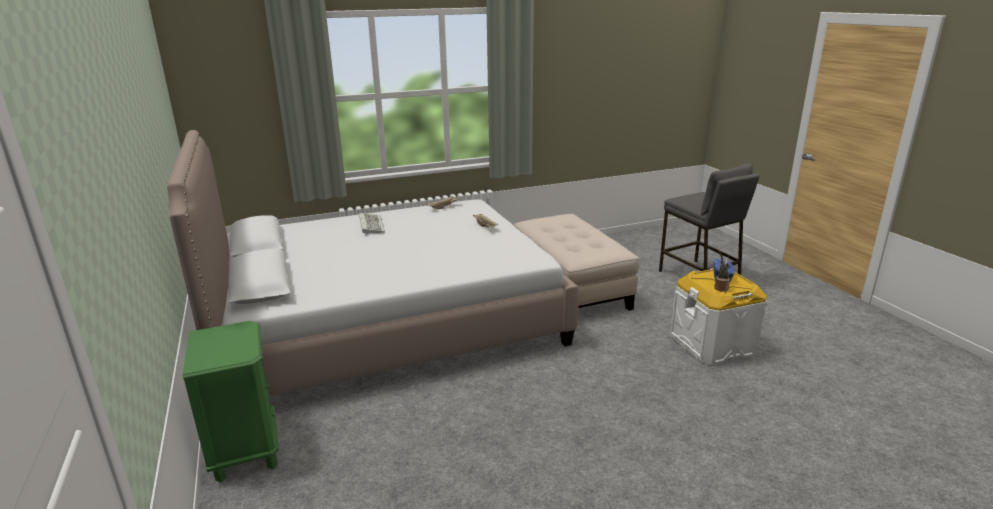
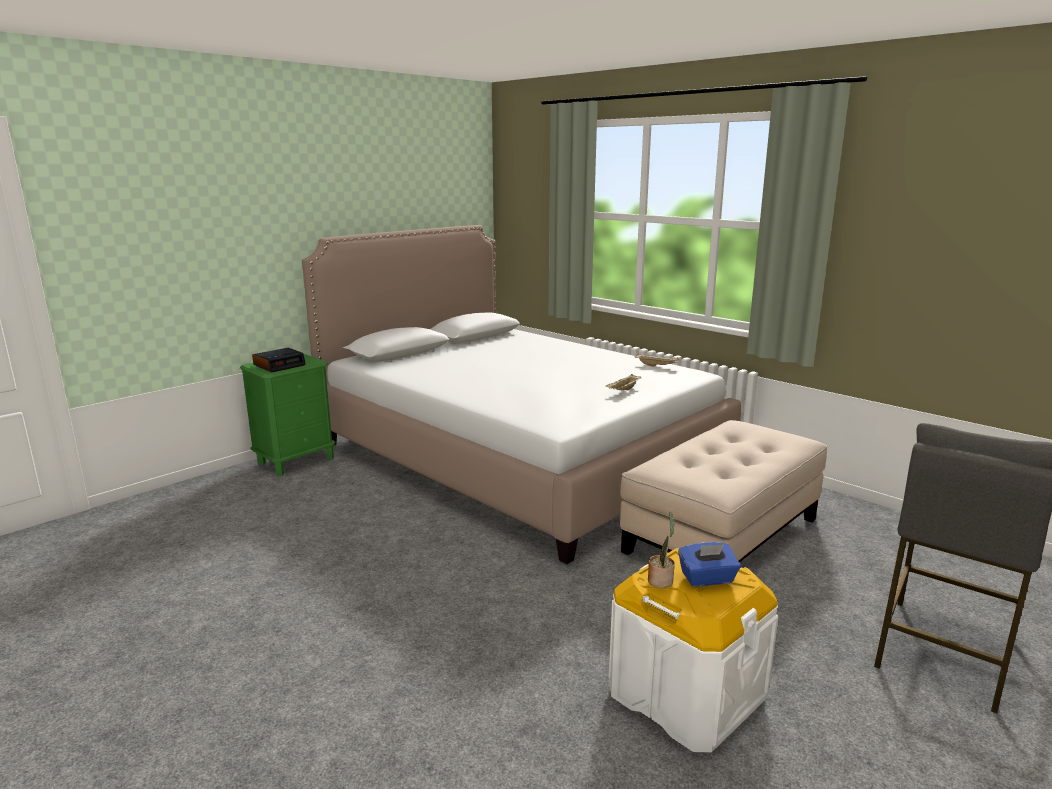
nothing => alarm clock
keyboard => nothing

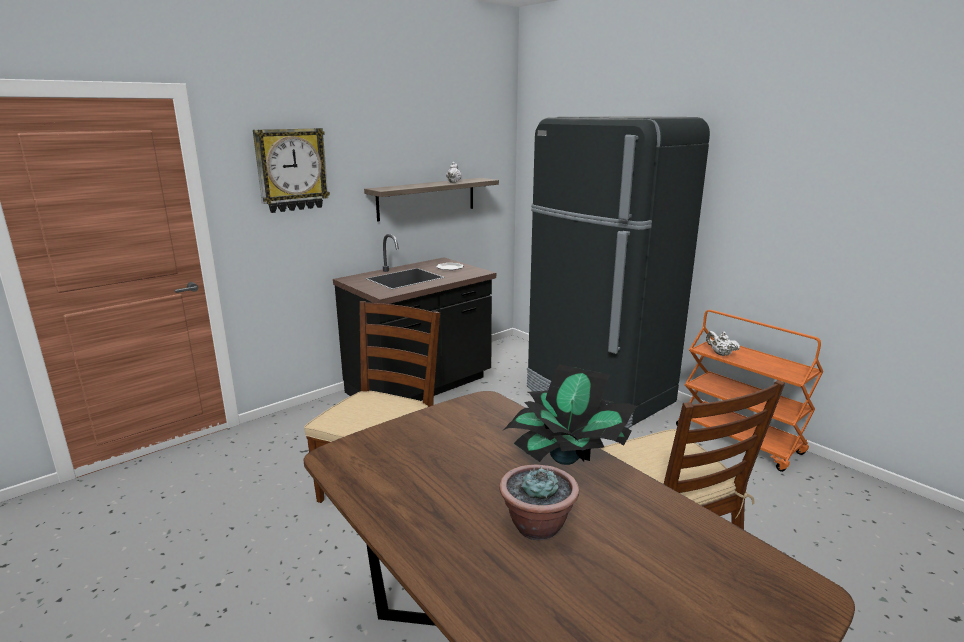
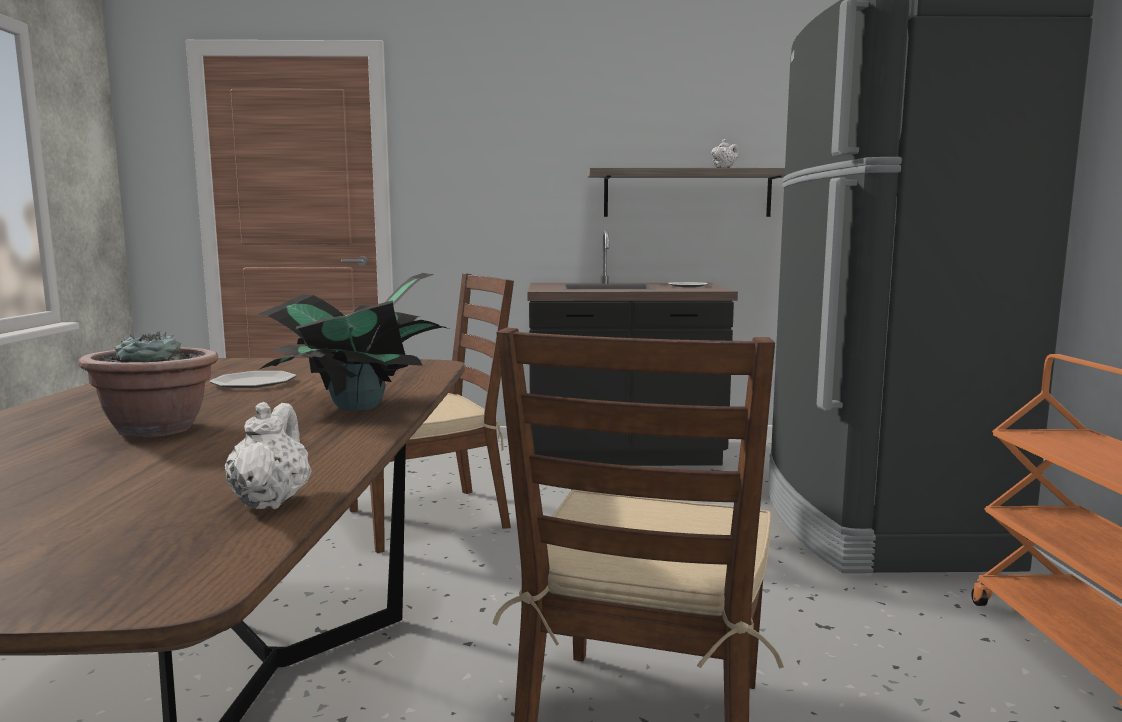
nothing => plate (1st from left)
teapot/white (2nd from left in the first image) => teapot/white (1st from left), move
wall clock => nothing

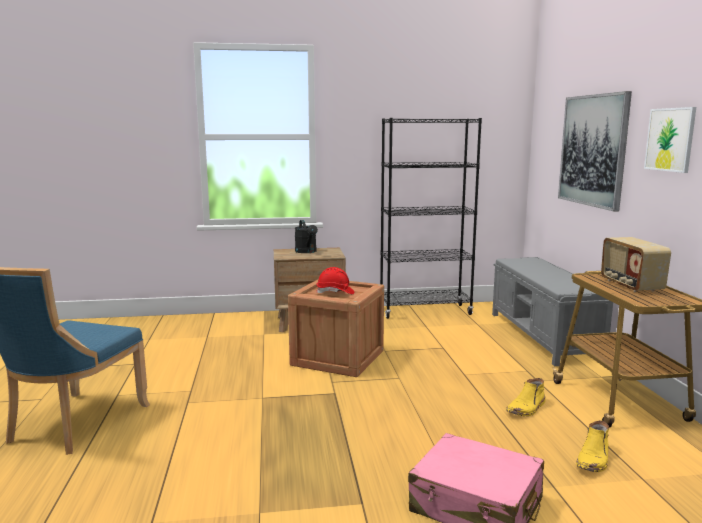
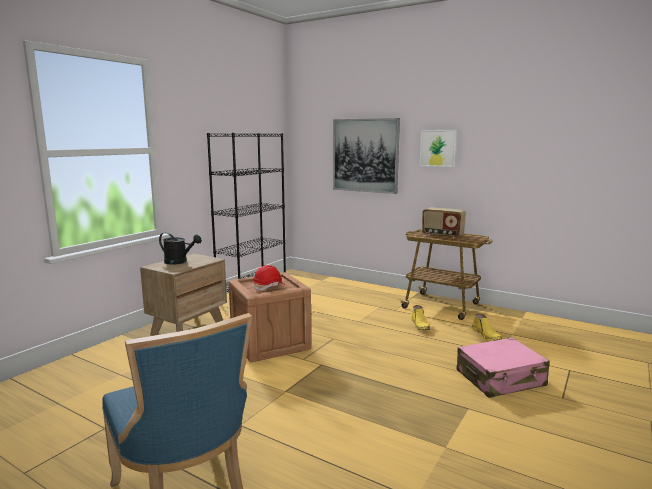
bench/grey => nothing

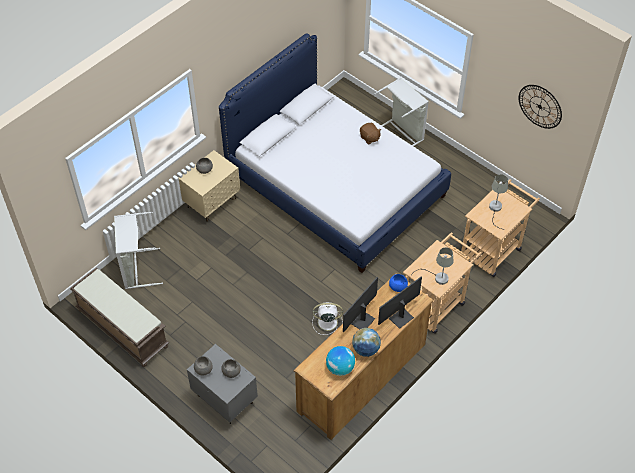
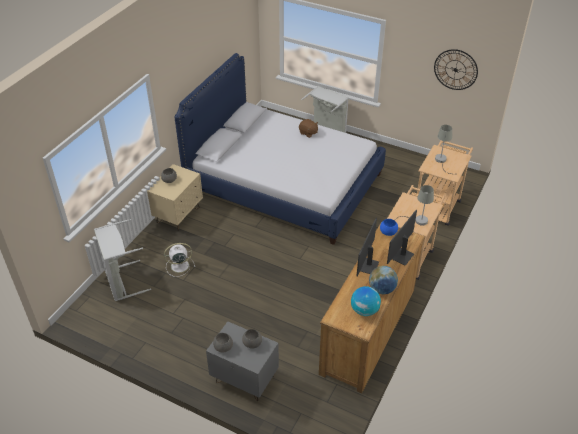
fan/white, move
bench/brown => nothing

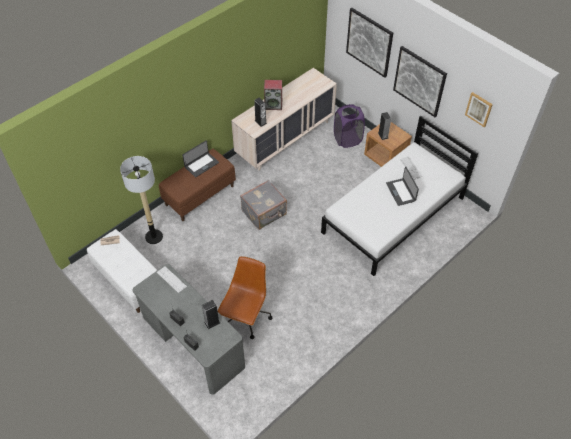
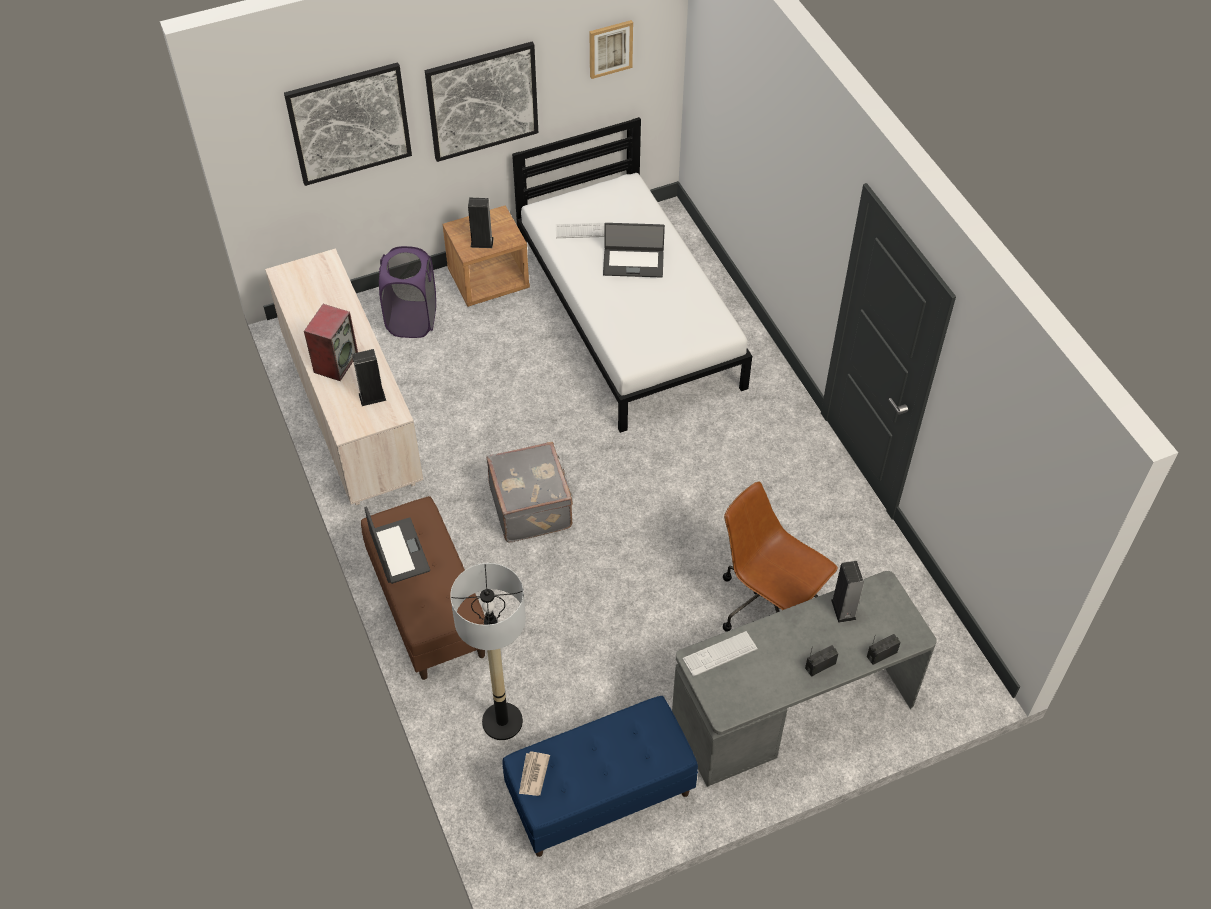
bench/white => bench/blue

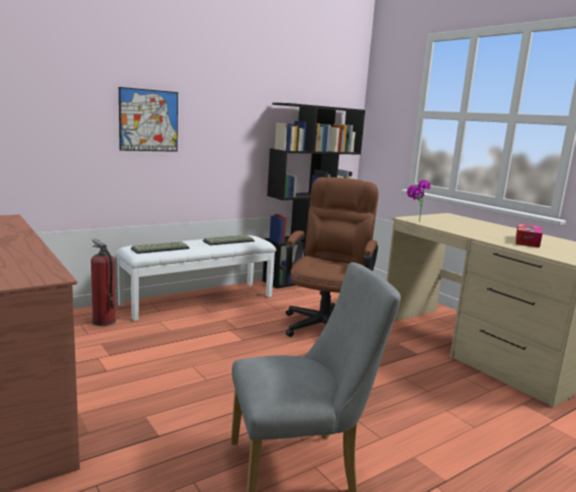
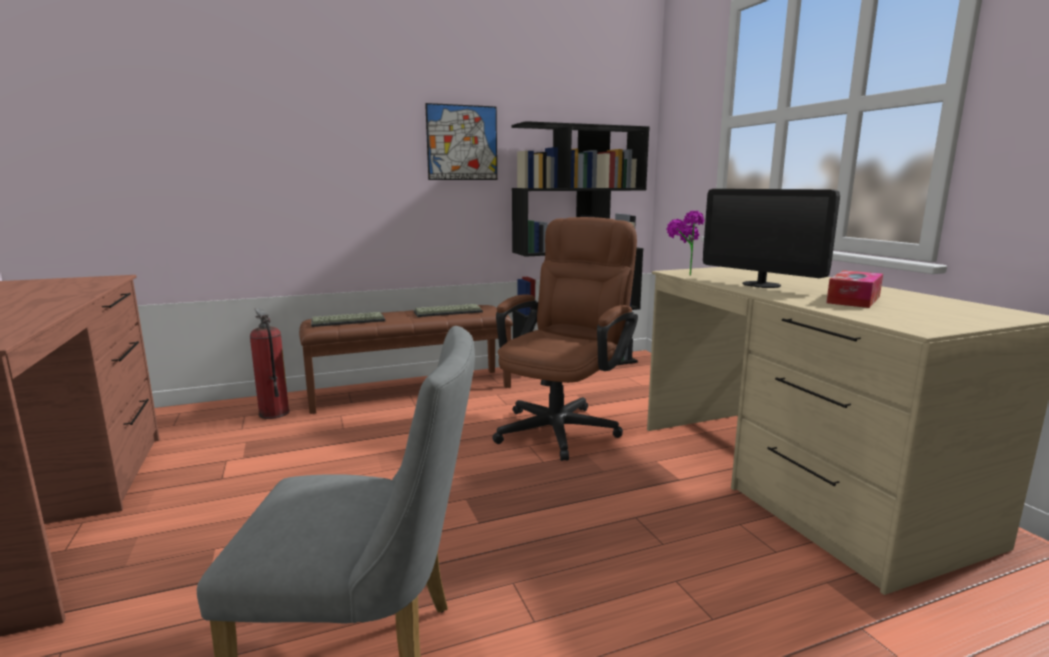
bench/white => bench/brown
picture, move
nothing => monitor

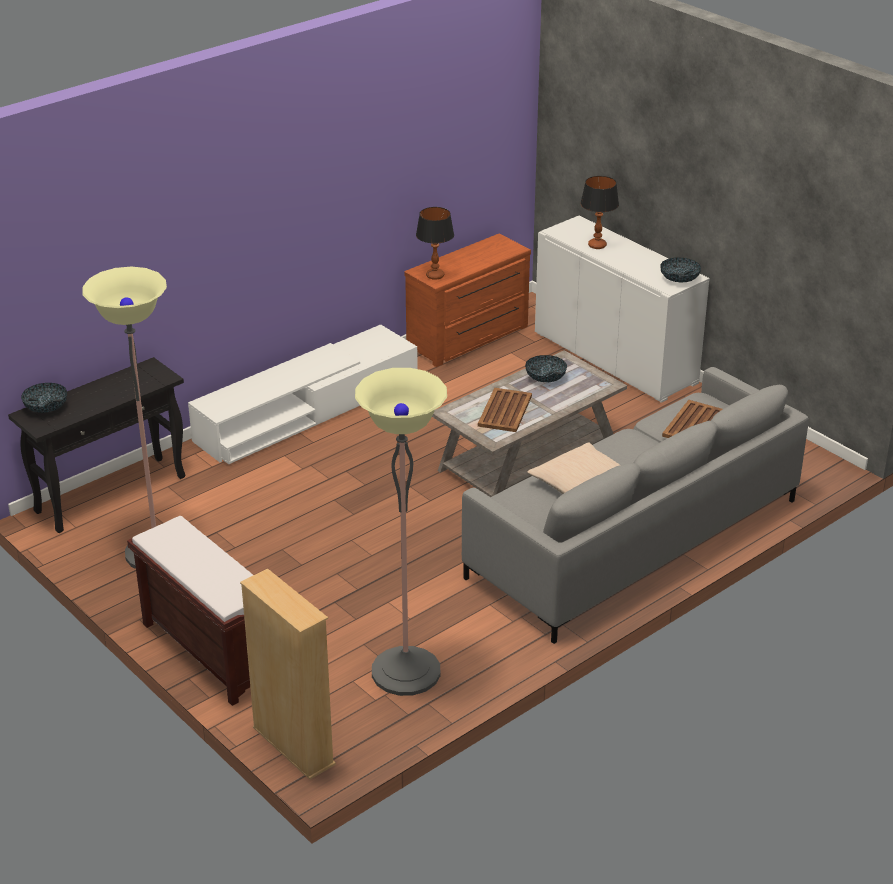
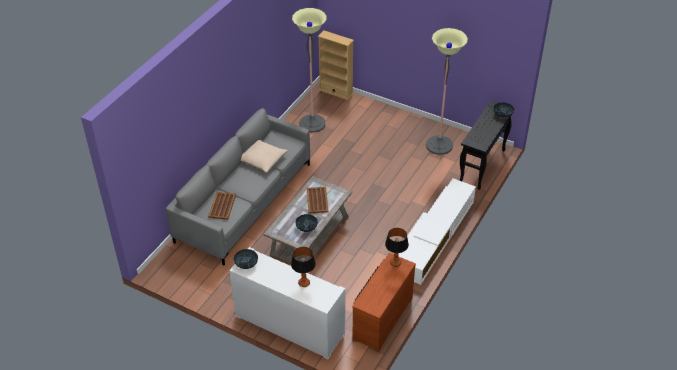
bench/brown => nothing

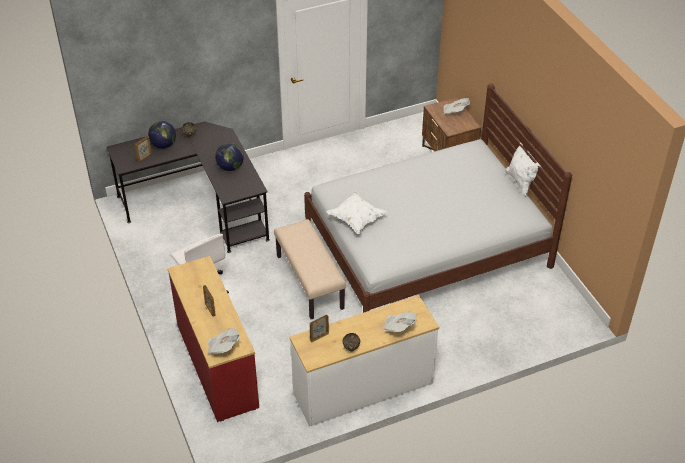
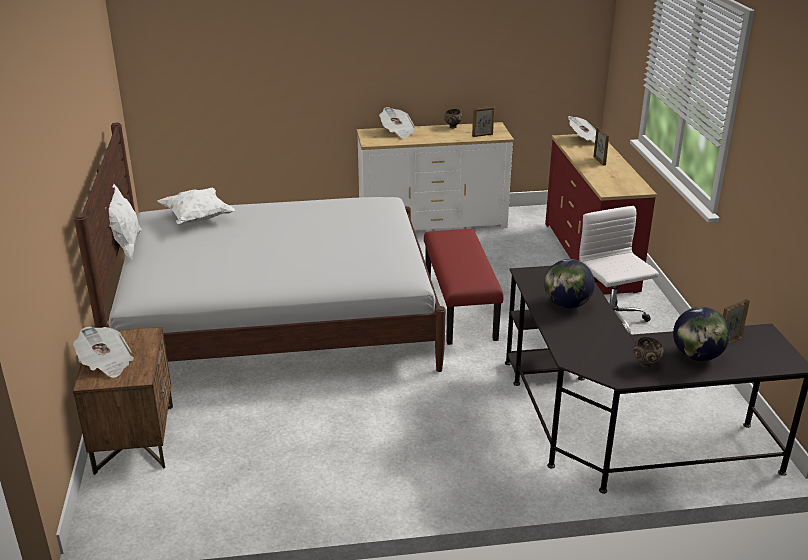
pillow/white (1st from left in the first image) => pillow/white (2nd from left), move
bench/beige => bench/red

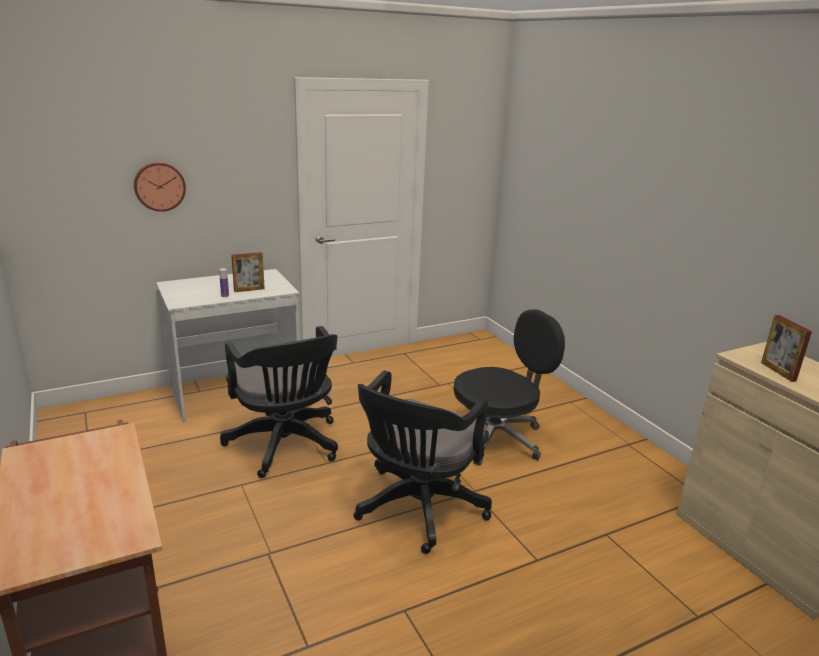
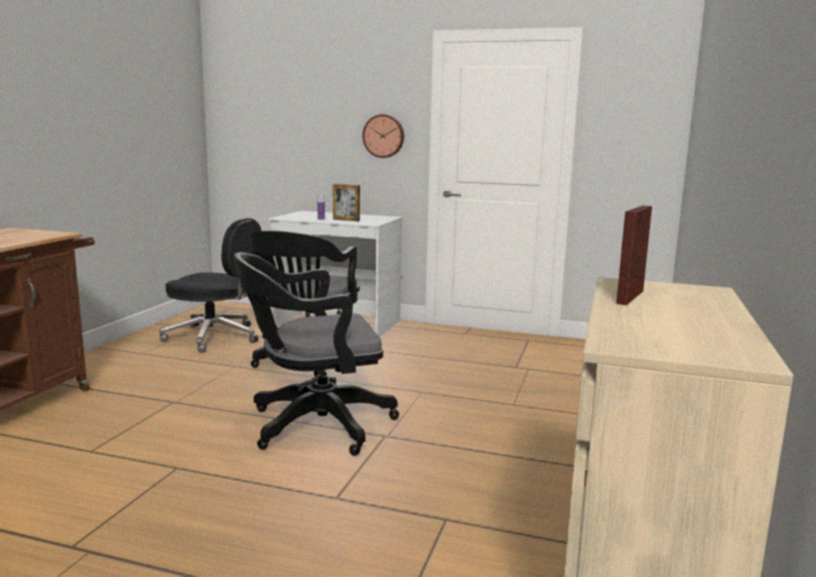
office chair/black (3rd from left in the first image) => office chair/black (1st from left), move
wall clock, move

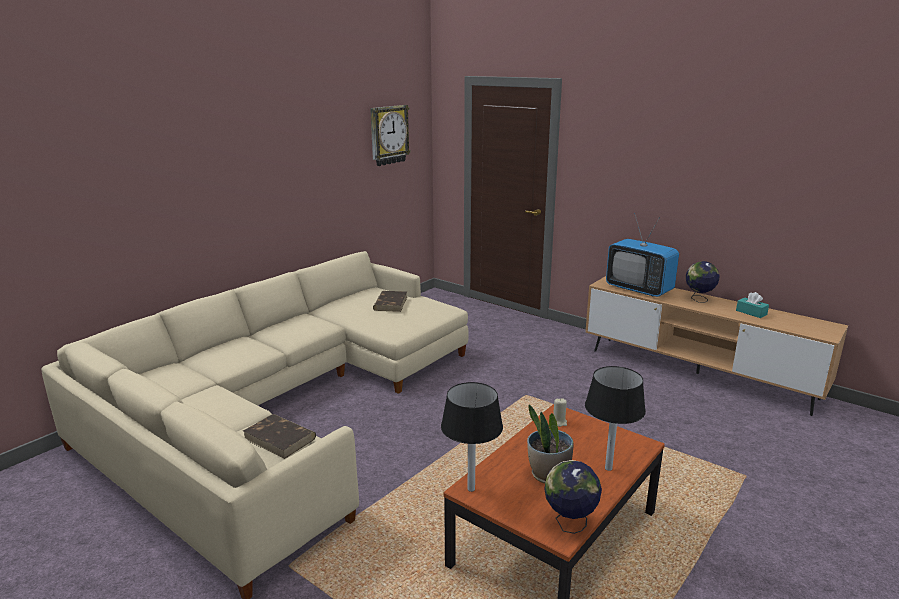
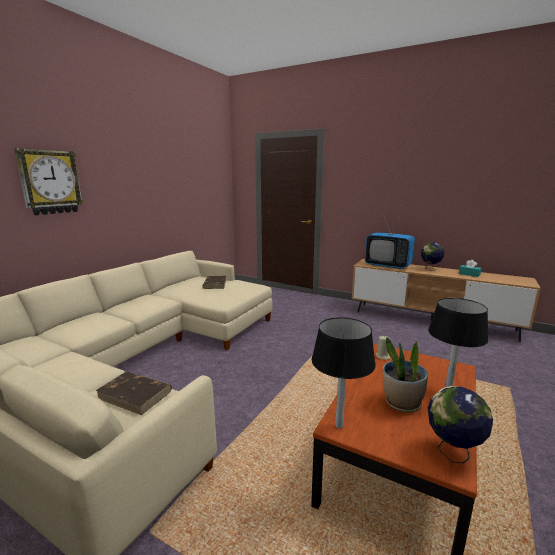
wall clock, move

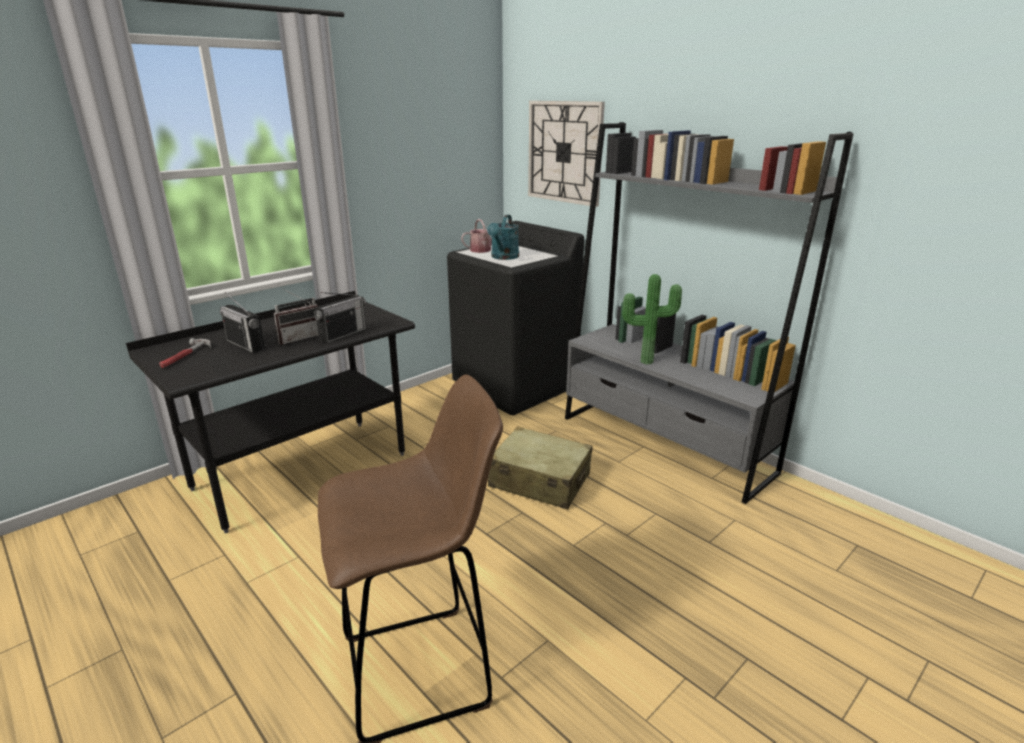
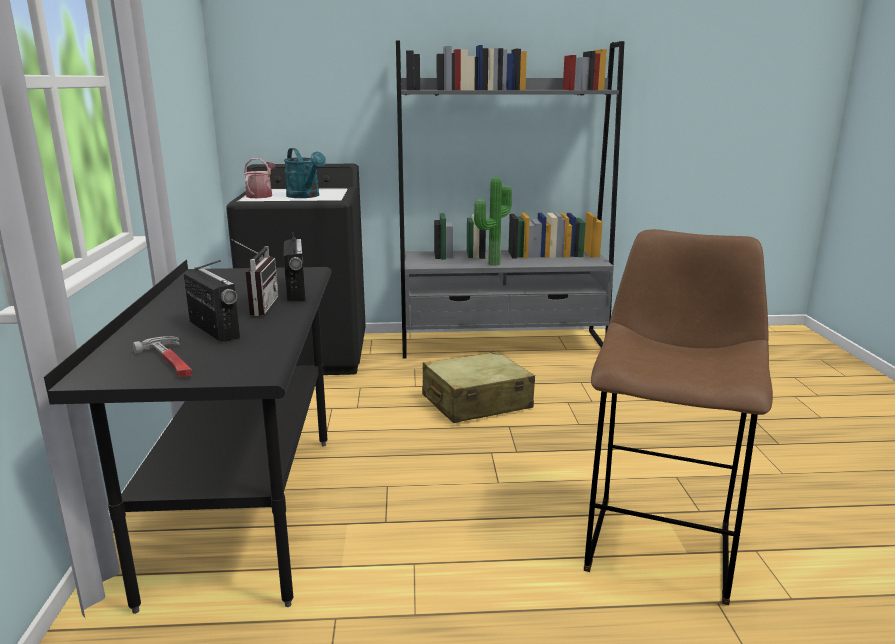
radio (1st from left), 120 degrees counterclockwise
wall clock => nothing

